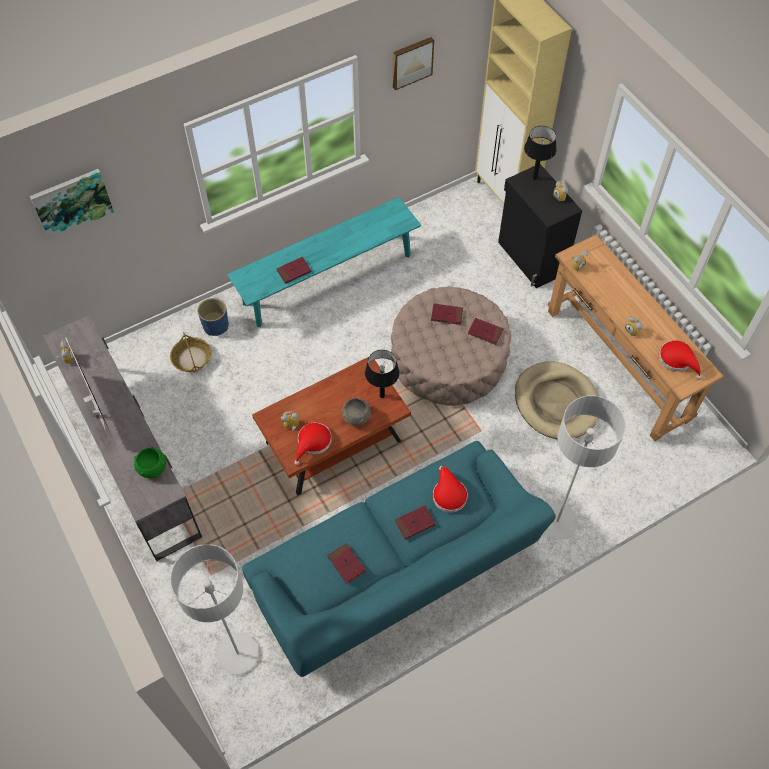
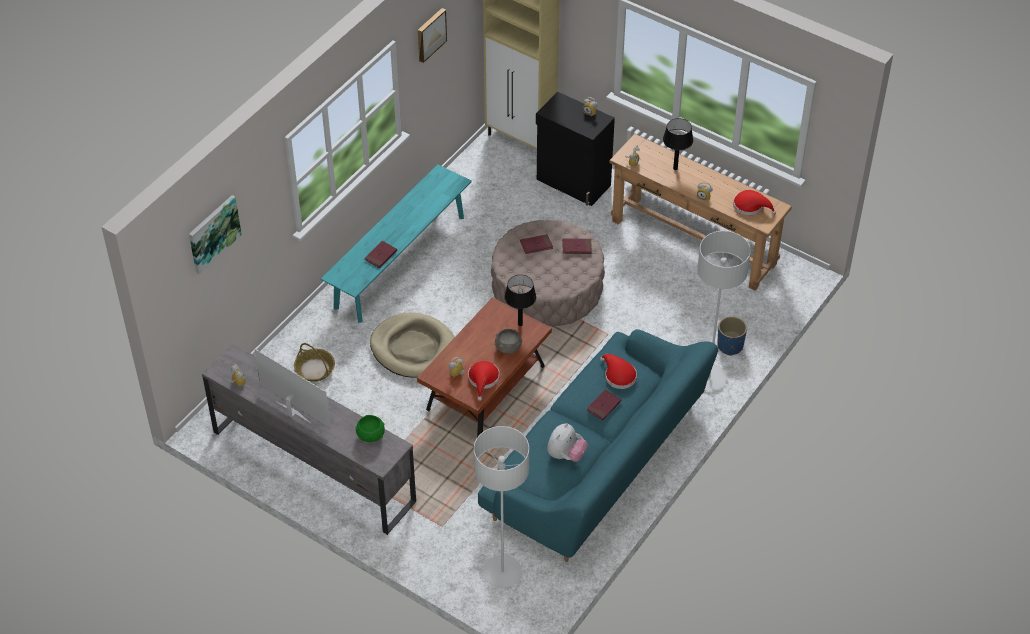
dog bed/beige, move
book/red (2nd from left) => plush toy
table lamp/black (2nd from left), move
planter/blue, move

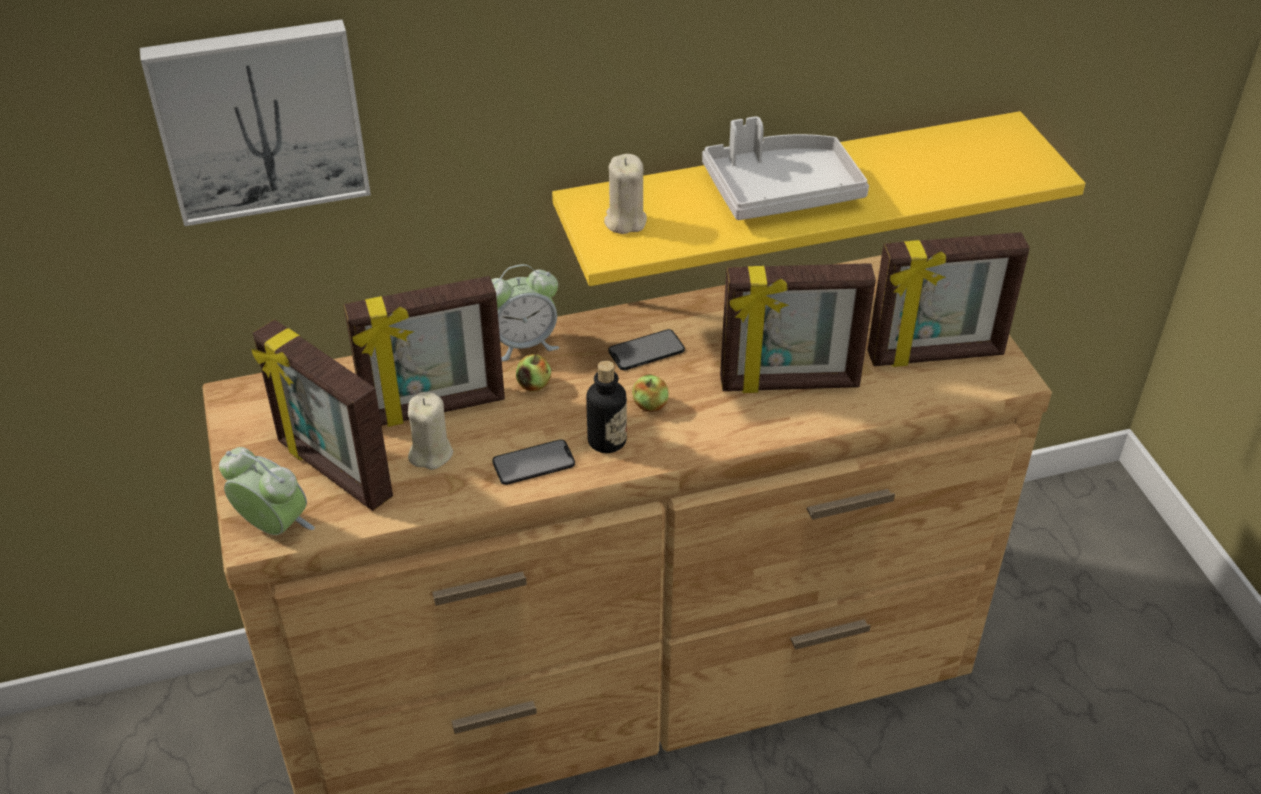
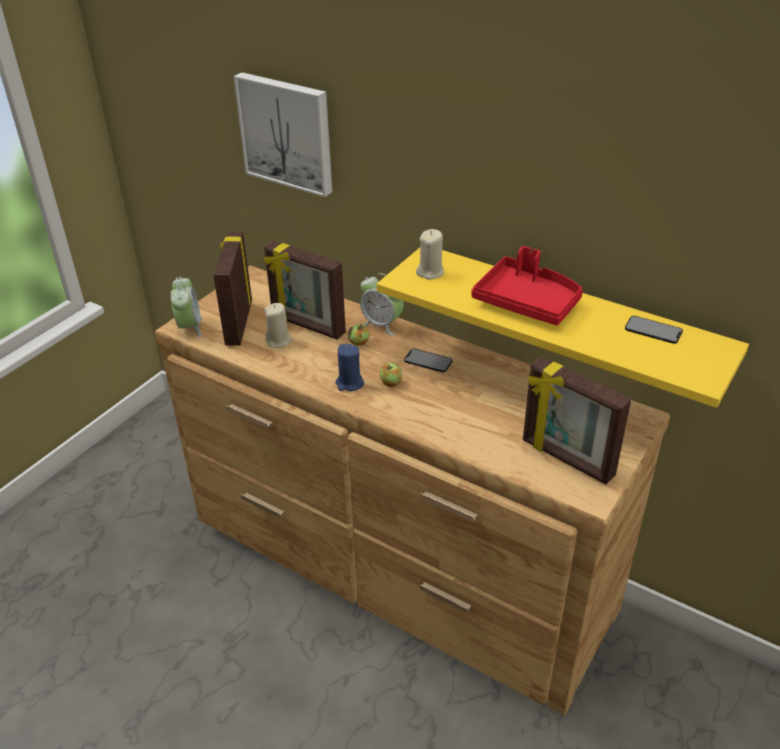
bottle => candle/blue
tray/grey => tray/red
phone (1st from left in the first image) => phone (2nd from left), move
picture frame (3rd from left) => nothing

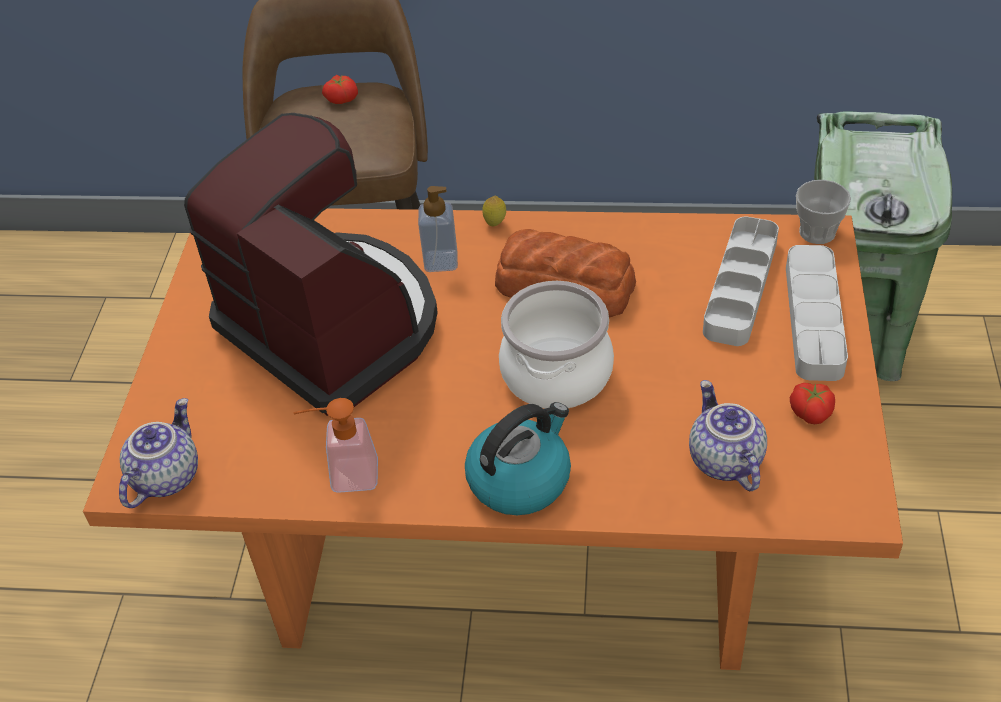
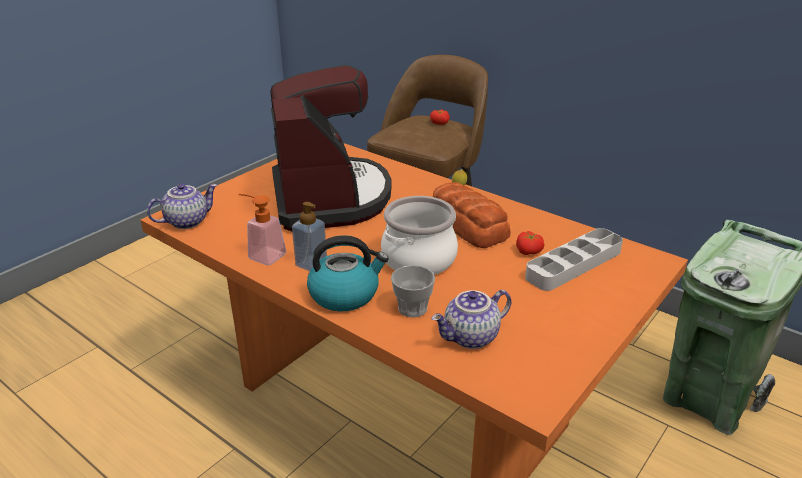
soap dispenser (2nd from left), move
cup, move
teapot (2nd from left), 135 degrees counterclockwise
tomato (2nd from left), move
tray/grey (2nd from left) => nothing

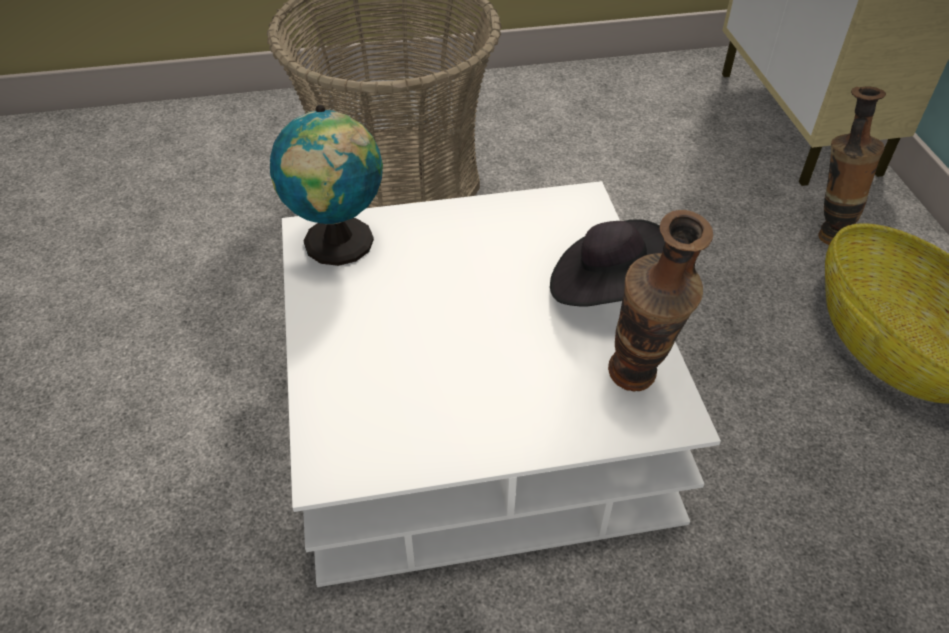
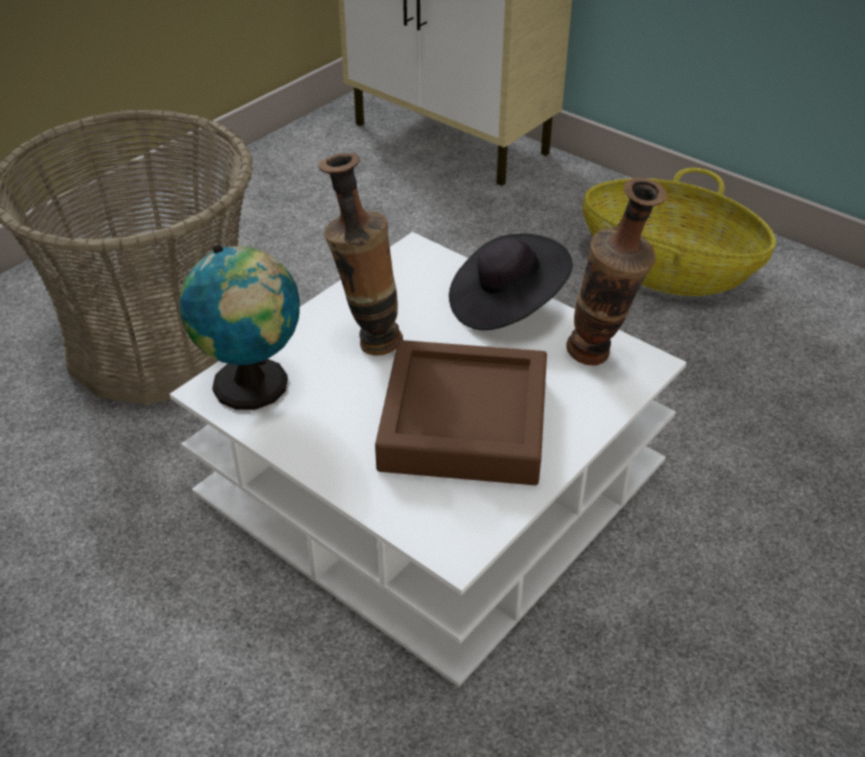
vase (2nd from left in the first image) => vase (1st from left), move
nothing => tray/brown

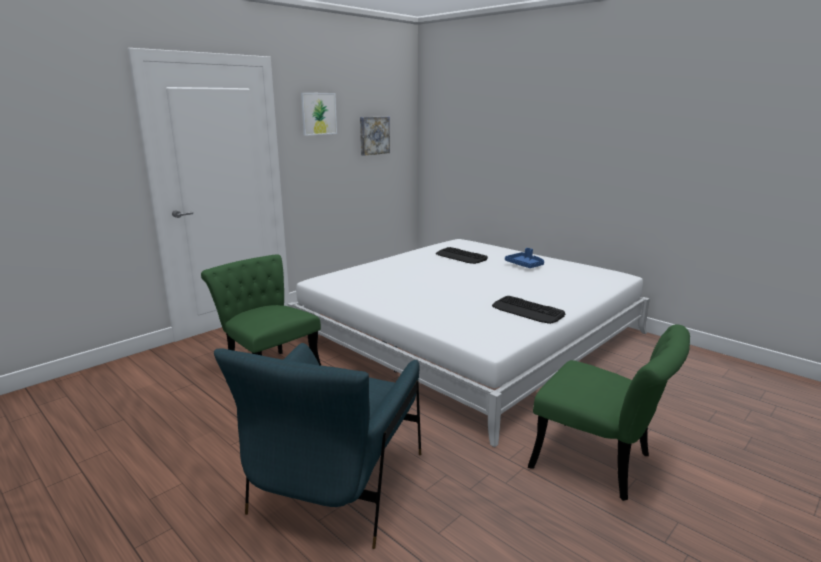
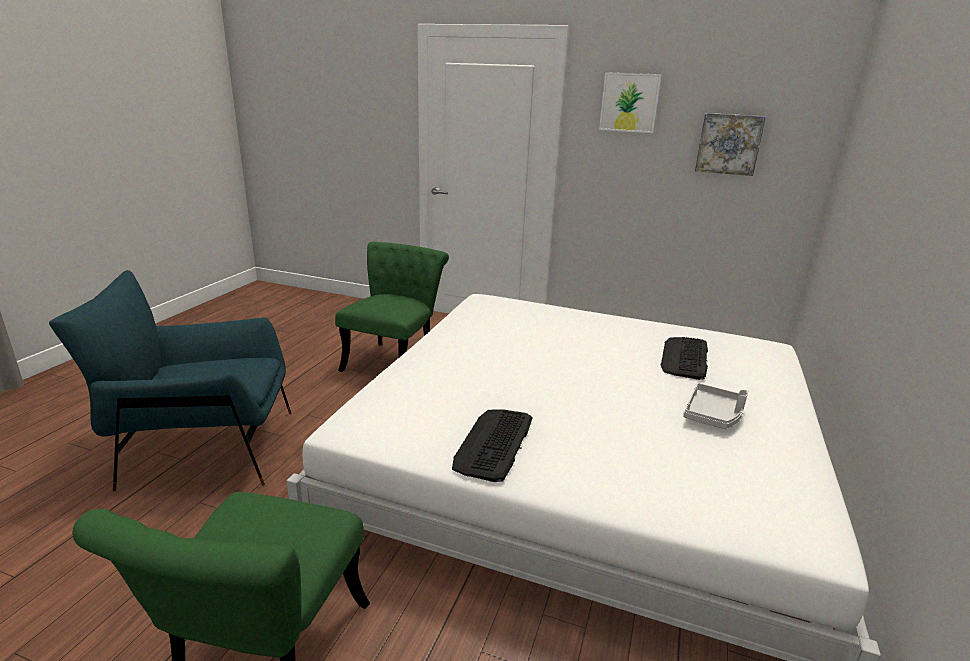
tray/blue => tray/grey

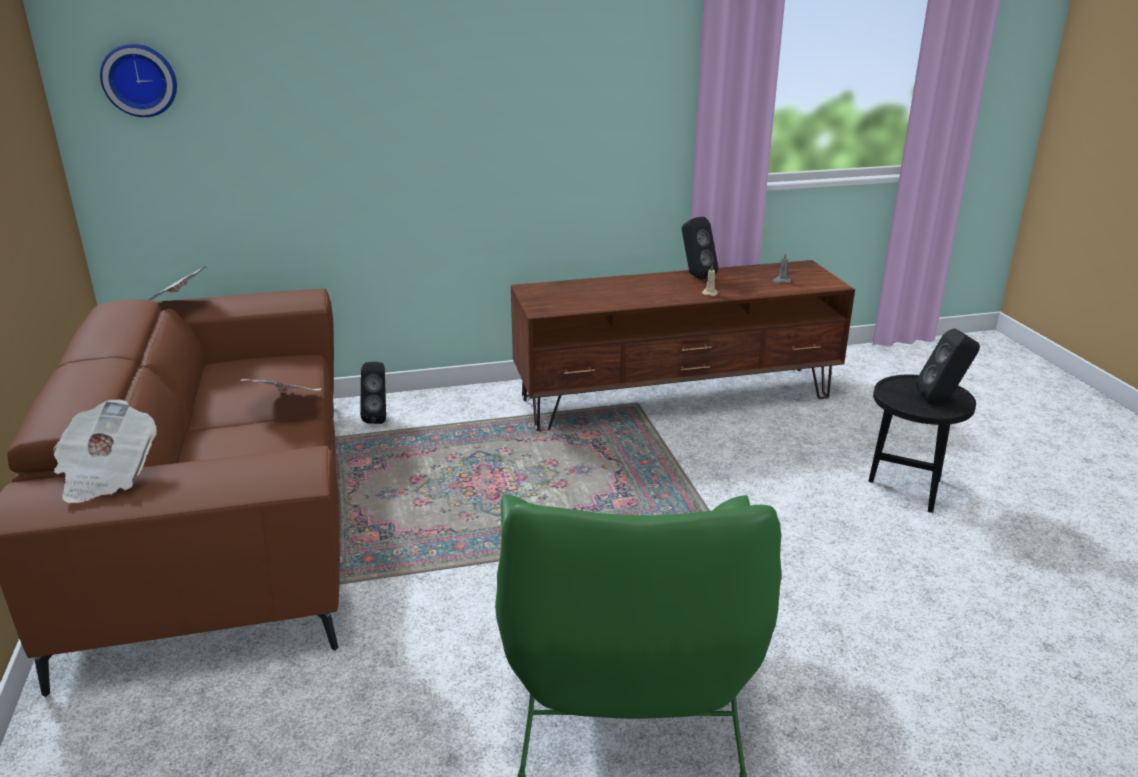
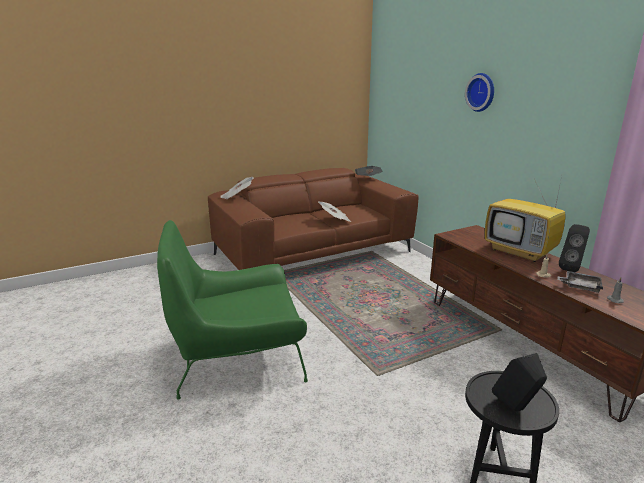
wall clock, move
nothing => television
nothing => tray/grey
speaker/black (1st from left) => nothing

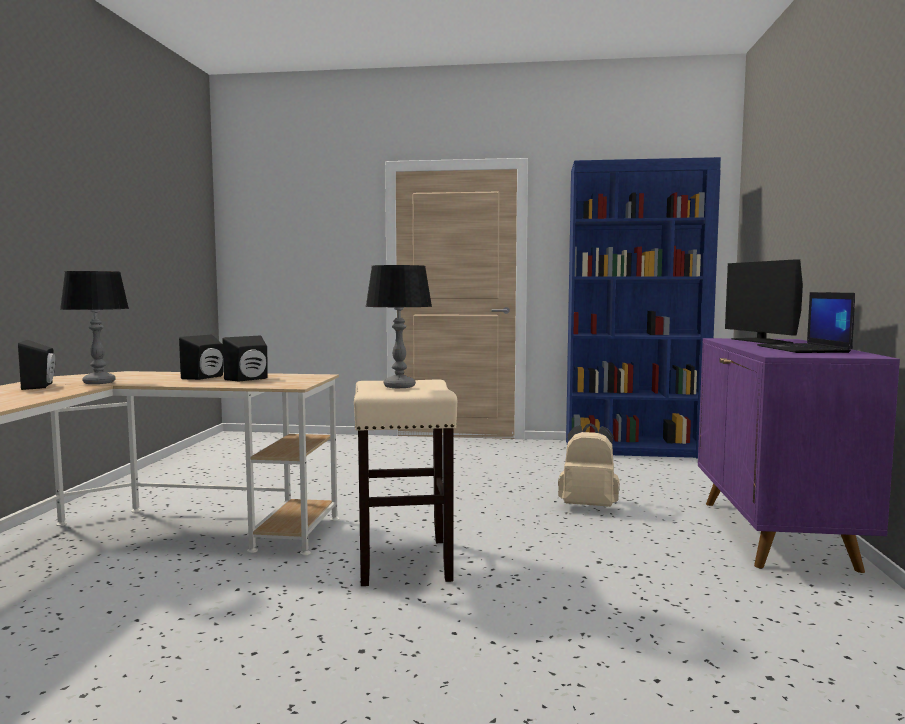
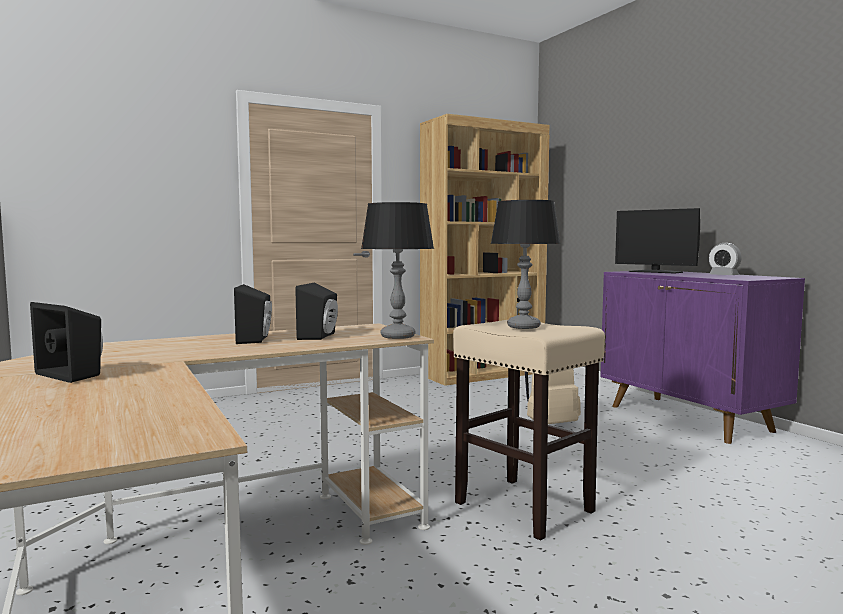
table lamp (1st from left), move
bookcase/blue => bookcase/brown
laptop => alarm clock

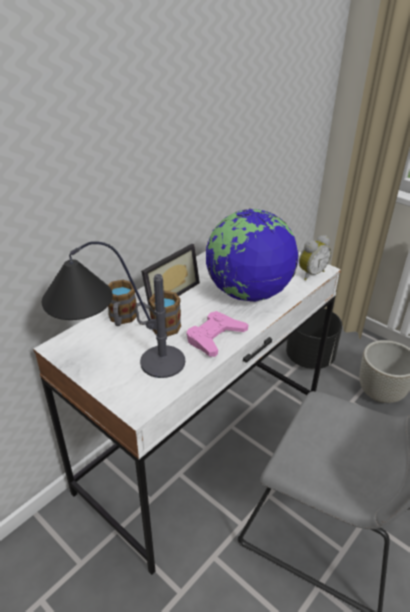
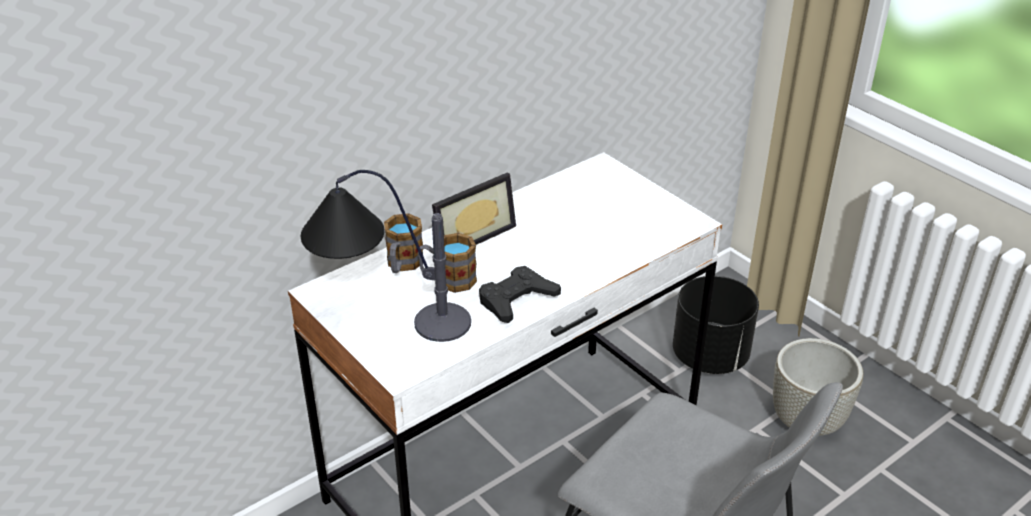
game controller/pink => game controller/black
globe => nothing
alarm clock => nothing

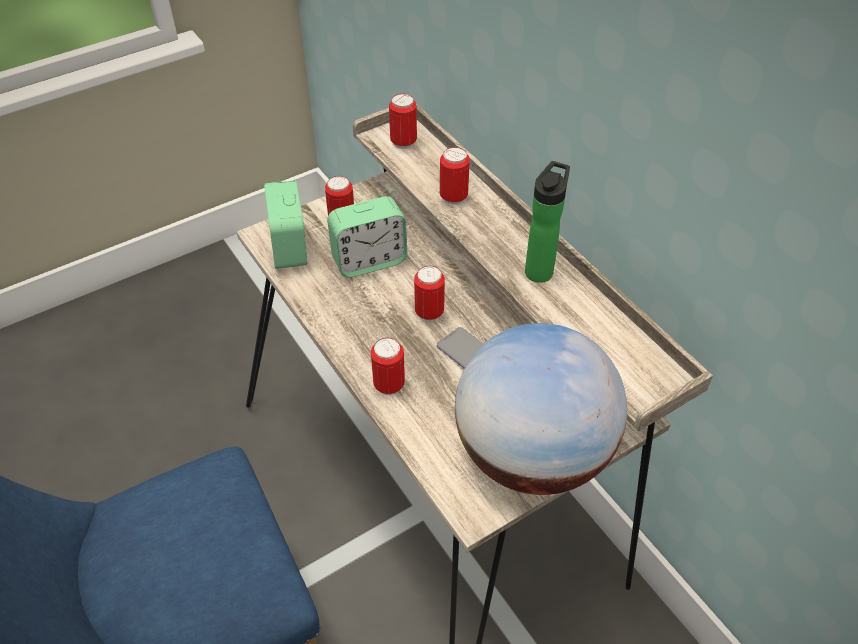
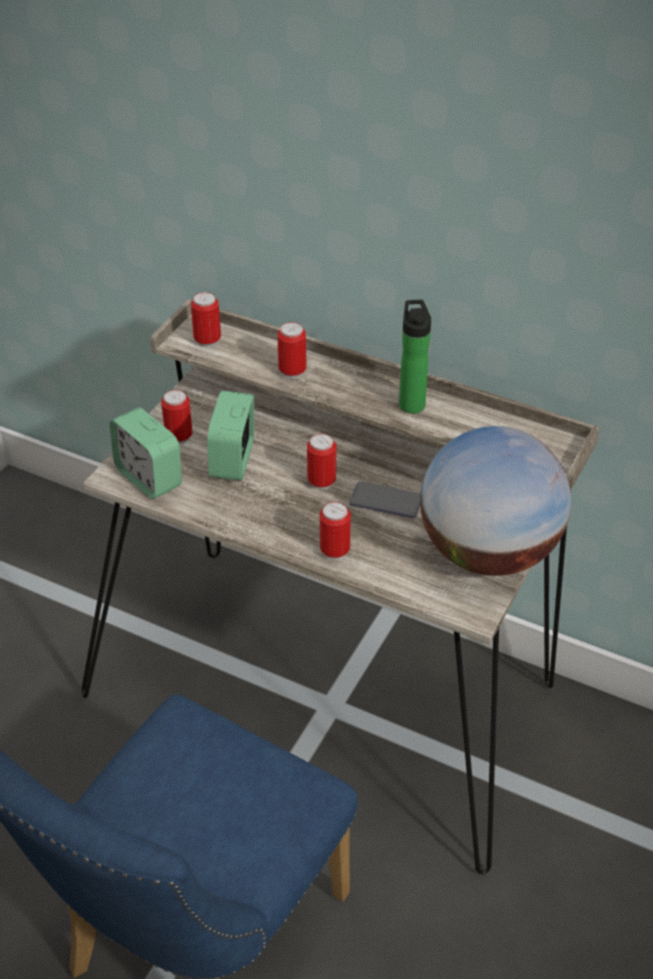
alarm clock (2nd from left), 150 degrees clockwise

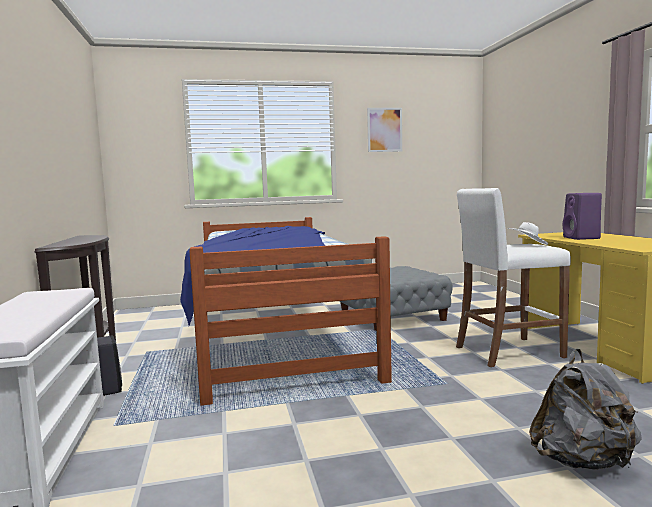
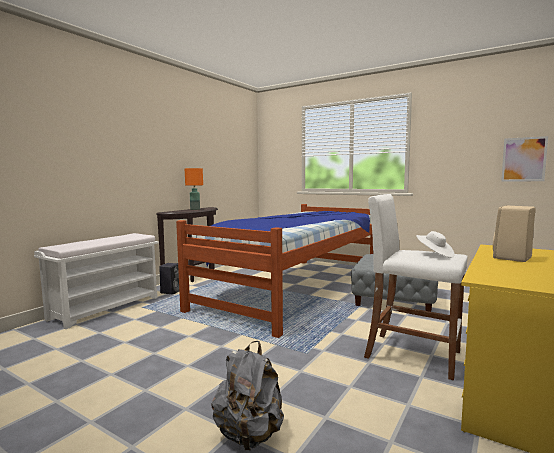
nothing => table lamp/orange
speaker/purple => speaker/beige
picture, move

